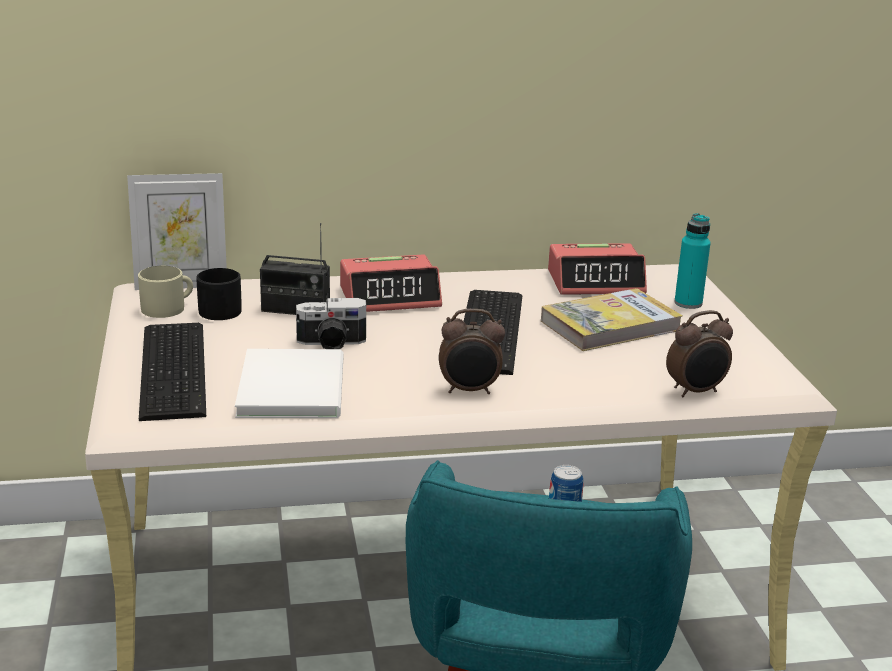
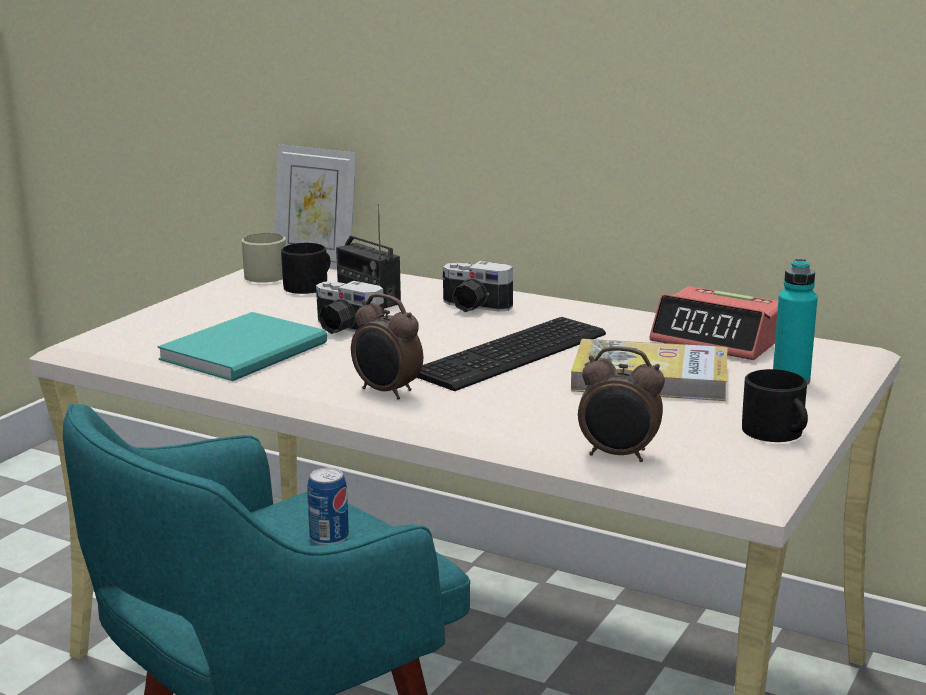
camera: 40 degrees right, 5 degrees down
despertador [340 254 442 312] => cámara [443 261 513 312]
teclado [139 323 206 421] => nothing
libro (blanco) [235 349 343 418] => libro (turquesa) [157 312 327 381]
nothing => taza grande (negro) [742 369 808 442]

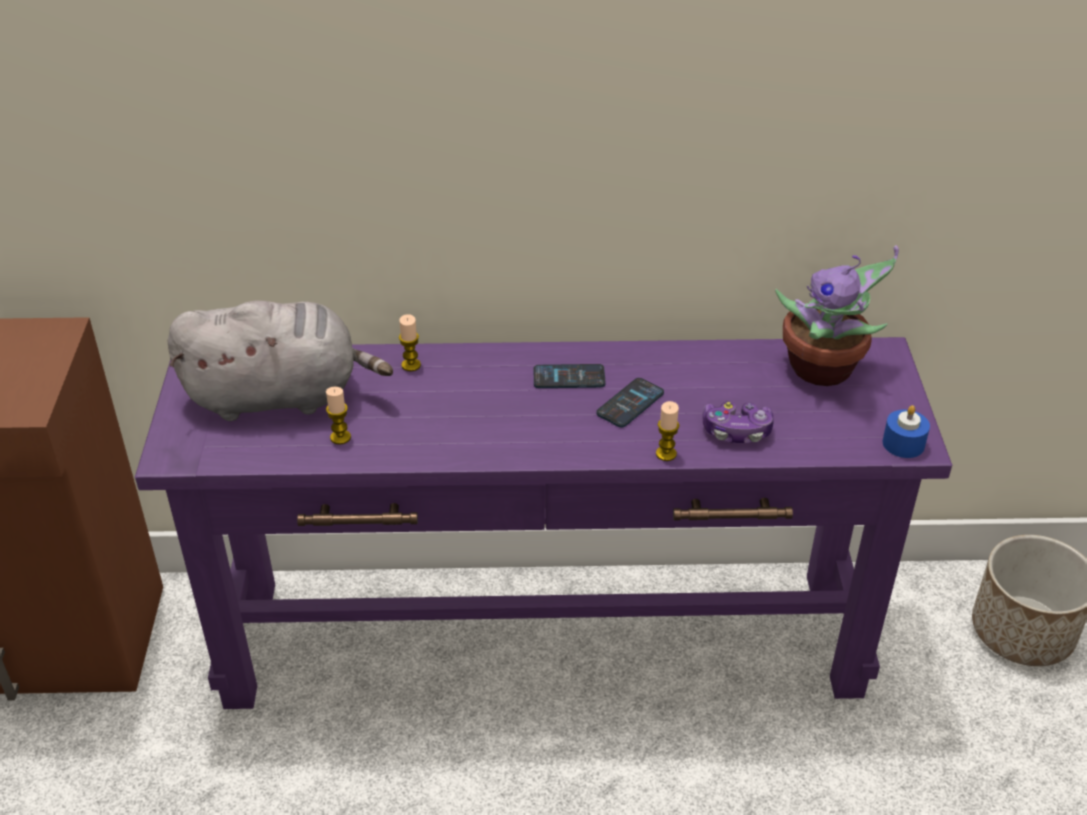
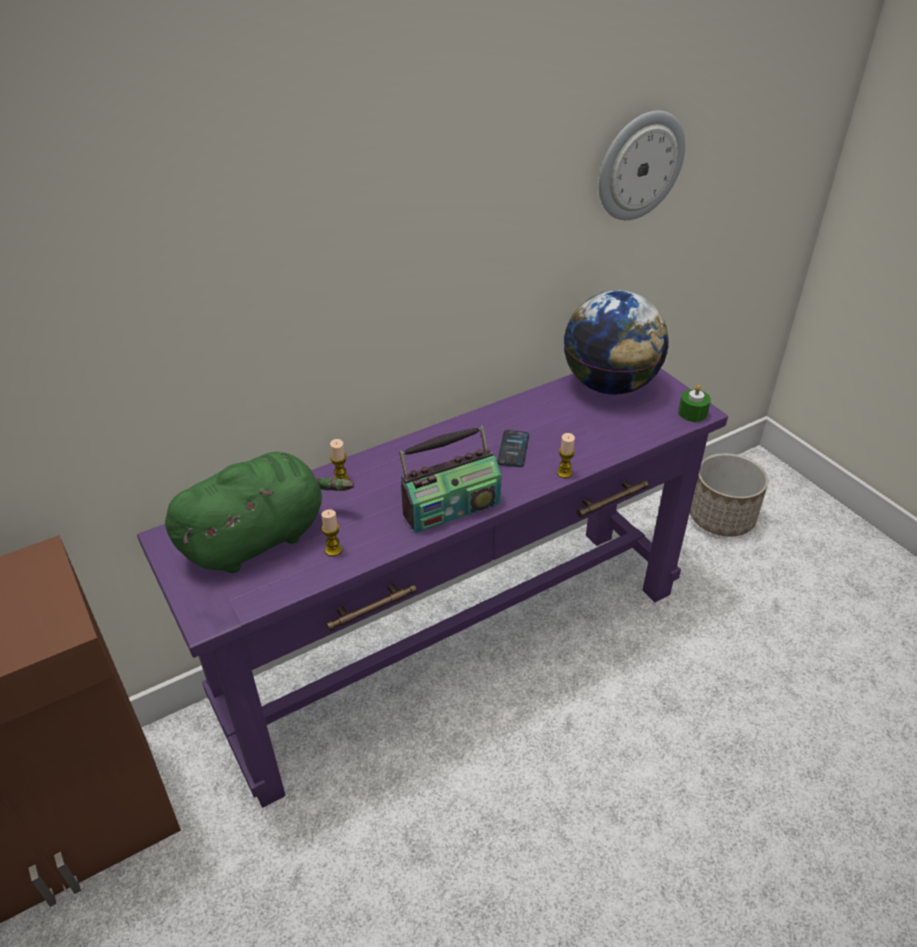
camera: 30 degrees left, 0 degrees up
planta en maceta [775 246 899 386] => globo terráqueo [564 290 669 395]
peluche (gris) [168 300 393 421] => peluche (verde) [165 452 354 573]
móvil [534 364 605 388] => nothing
mando de consola [703 401 774 443] => nothing
vela (azul) [882 405 930 458] => vela (verde) [678 385 711 422]
nothing => reloj de pared [599 111 685 220]
nothing => radio [399 426 502 533]

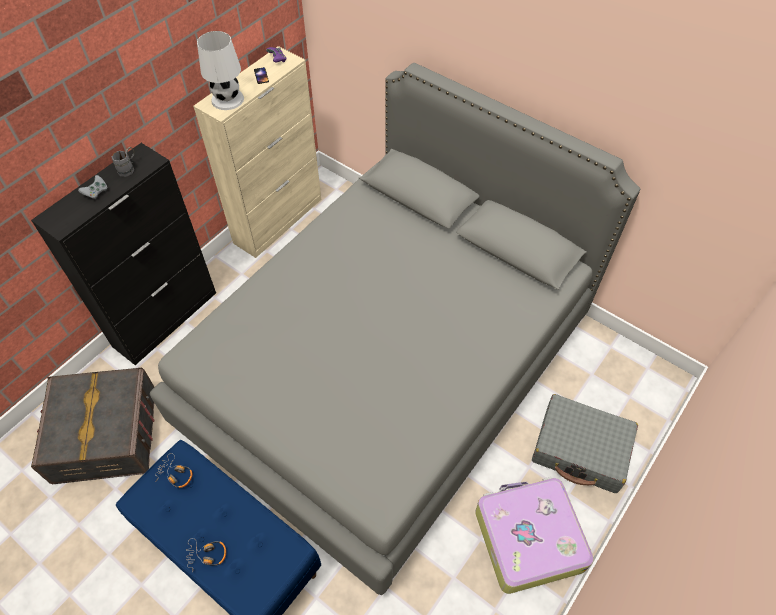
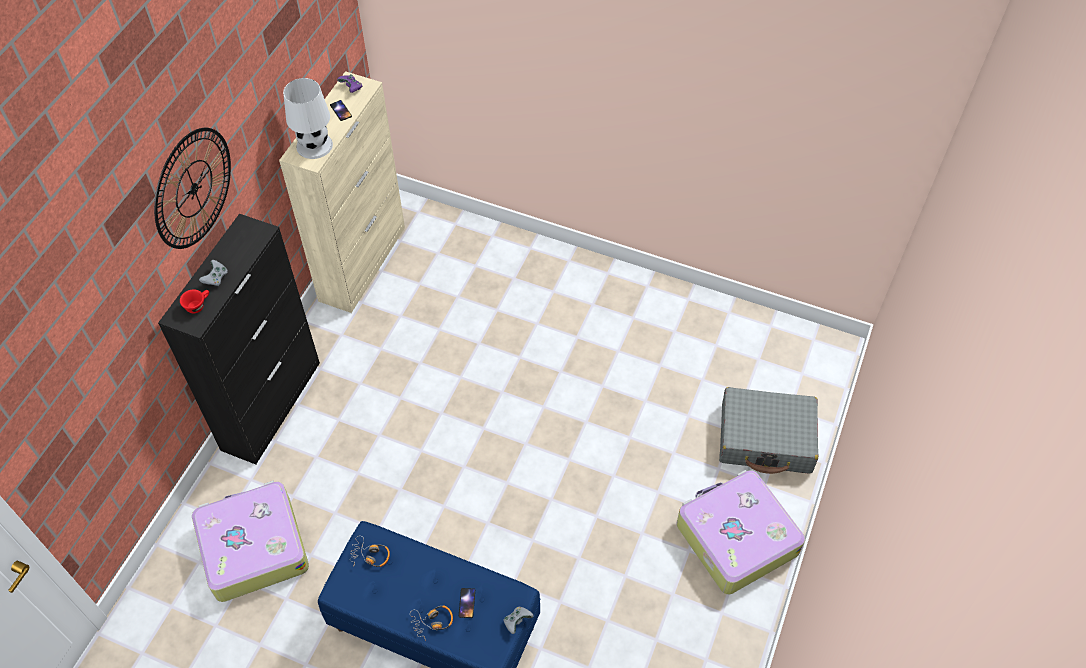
camera: 15 degrees left, 0 degrees up
cama (gris) [150 63 640 595] => nothing
taza grande (gris) [112 147 135 177] => nothing
caja de almacenaje (gris) [30 368 155 485] => maleta [192 481 309 602]
nothing => reloj de pared [154 128 231 249]
nothing => taza (rojo) [180 289 209 313]
nothing => móvil [459 588 475 618]
nothing => mando de consola (gris) [503 607 533 634]

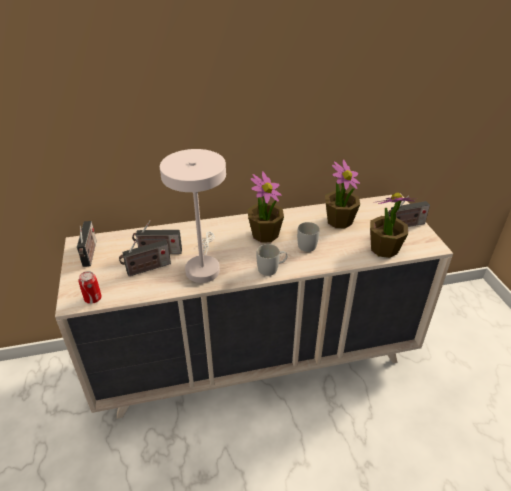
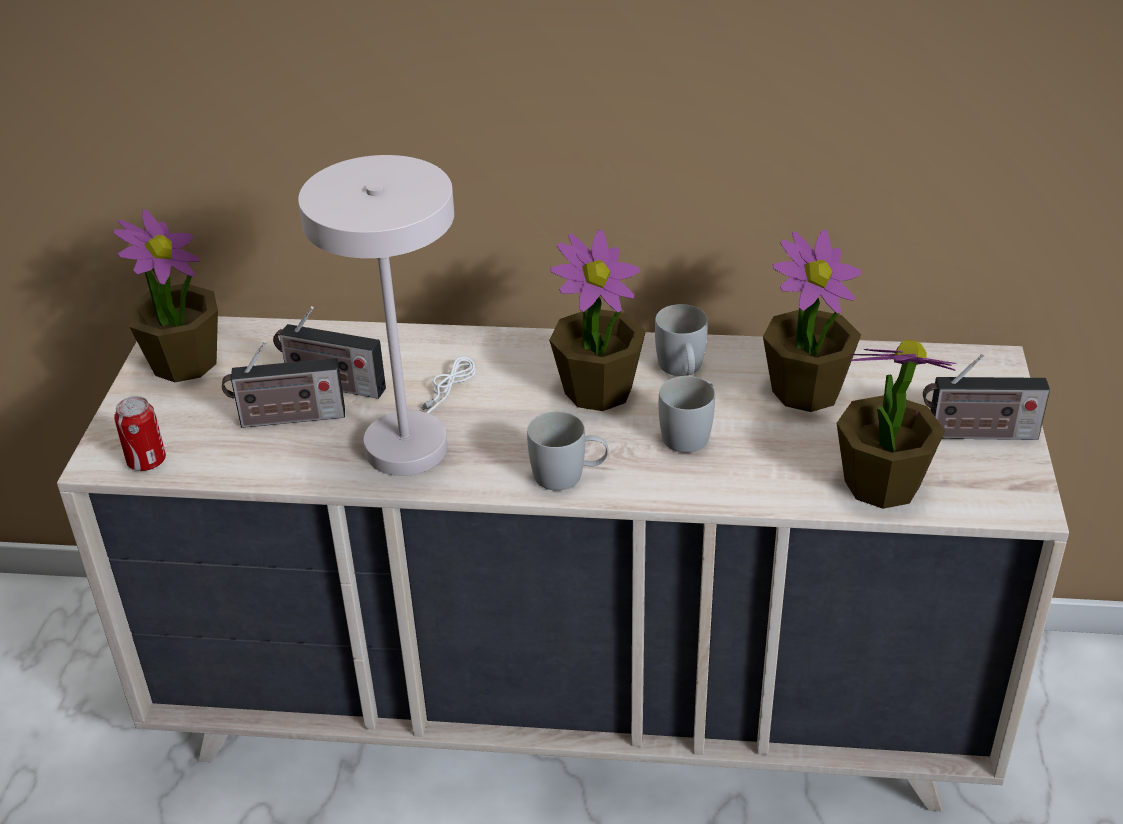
camera: 20 degrees right, 0 degrees up
radio [77 221 97 267] => planta en maceta [113 209 218 382]
nothing => taza grande (blanco) [655 304 708 376]

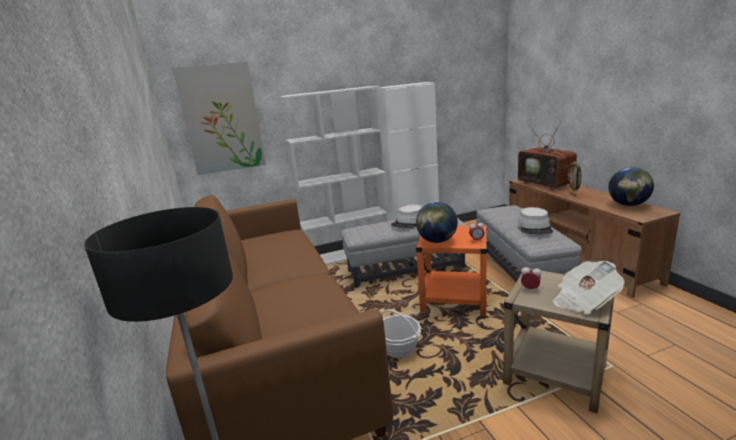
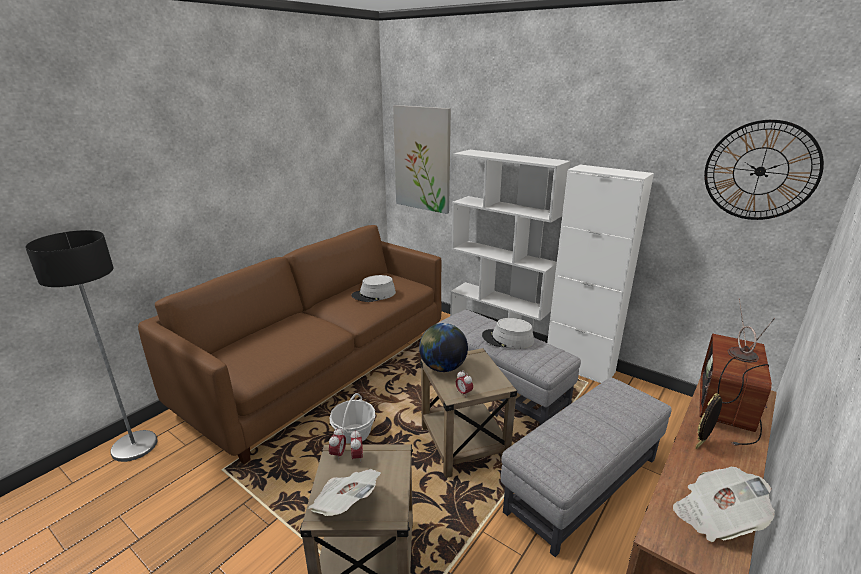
camera: 55 degrees right, 5 degrees up
globo terráqueo [608 167 654 206] => periódico [673 467 775 542]
sombrero (gris) [517 207 553 234] => sombrero (gris) [352 275 396 302], shifted
mesa auxiliar (naranja) [416 226 488 316] => mesa auxiliar (beis) [420 348 517 478]
nothing => reloj de pared [704 120 824 220]
nothing => despertador [329 428 346 459]

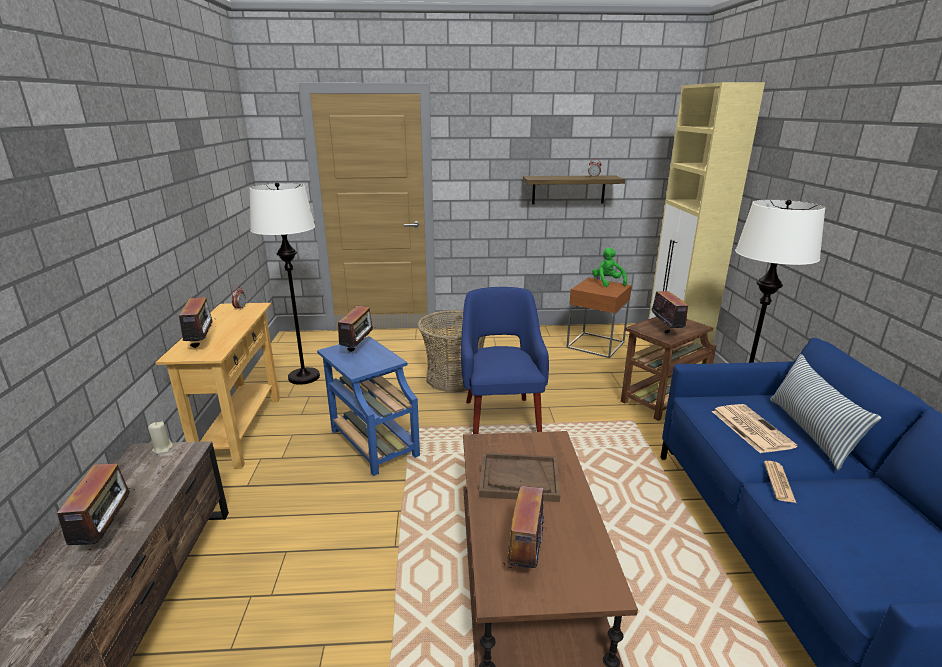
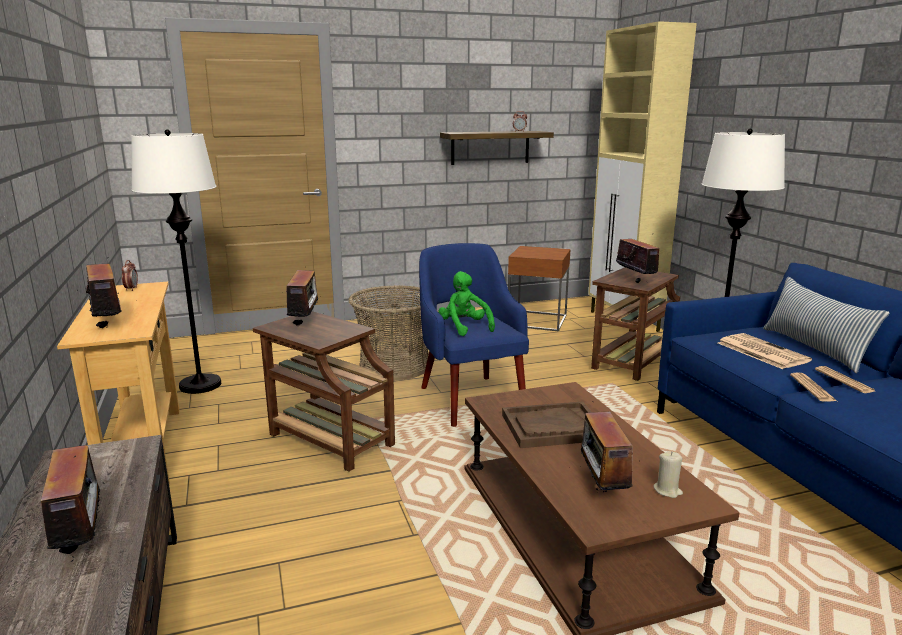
camera: 15 degrees left, 5 degrees down
peluche (verde) [592 247 627 287] => peluche (verde) [438 271 495 336], shifted
mesa auxiliar (azul) [317 336 420 476] => mesa auxiliar (marrón) [253 311 395 472]
vela (beis) [148 421 173 454] => vela (beis) [653 451 683 498], shifted
nothing => periódico [815 366 875 393]

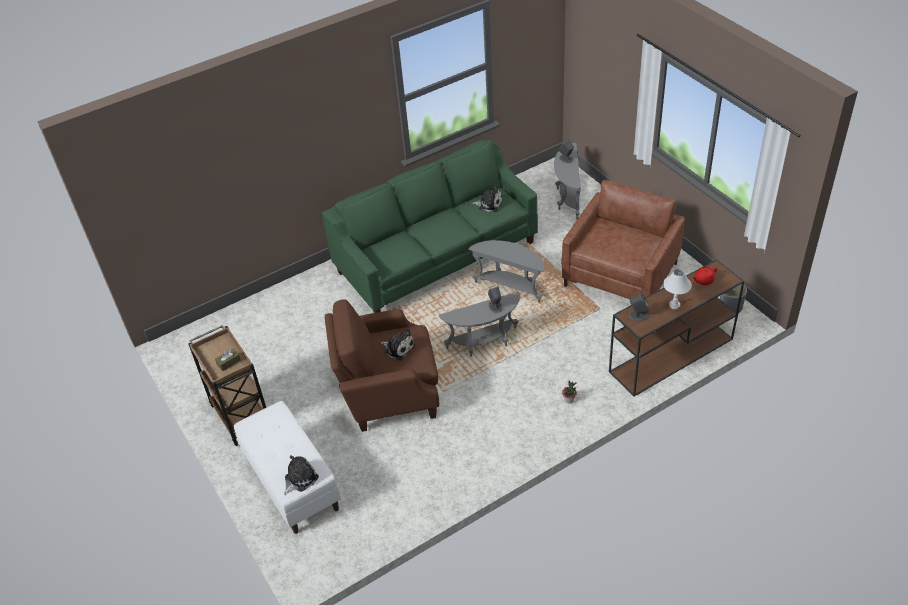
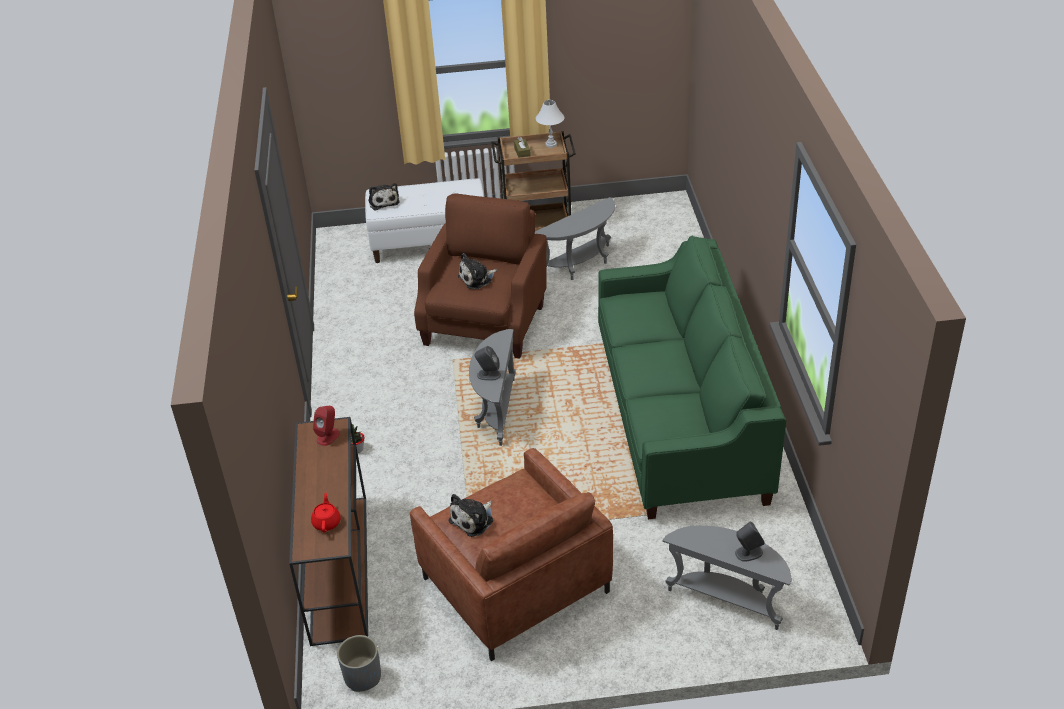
camera: 115 degrees right, 5 degrees down
peluche [471 185 503 212] => peluche [449 494 493 537], shifted
mesa auxiliar (gris) [468 240 545 303] => mesa auxiliar (gris) [535 197 615 280], shifted
lámpara de mesa (blanco) [663 269 692 309] => lámpara de mesa (blanco) [536 100 564 148], shifted
altavoz (gris) [629 293 649 321] => altavoz (rojo) [313 406 340 446]

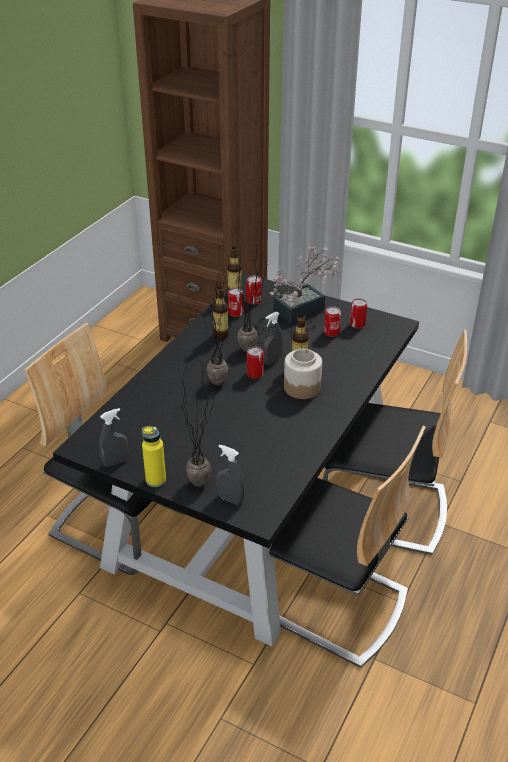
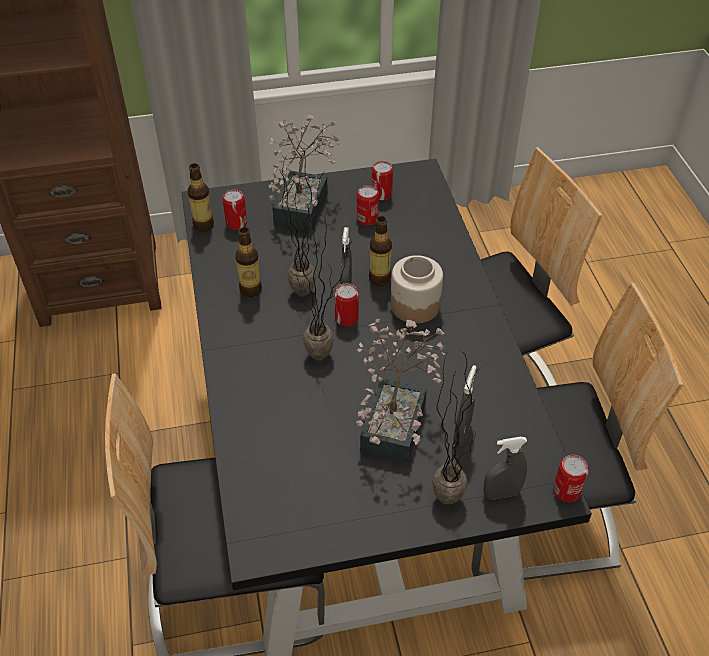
camera: 40 degrees left, 10 degrees up
lata [228 287 244 317] => lata [553 455 589 502], shifted
pulverizador (gris) [99 408 128 467] => pulverizador (gris) [453 365 476 446], shifted
botella (amarillo) [142 426 166 487] => nothing
nothing => planta en maceta [356 319 446 464]

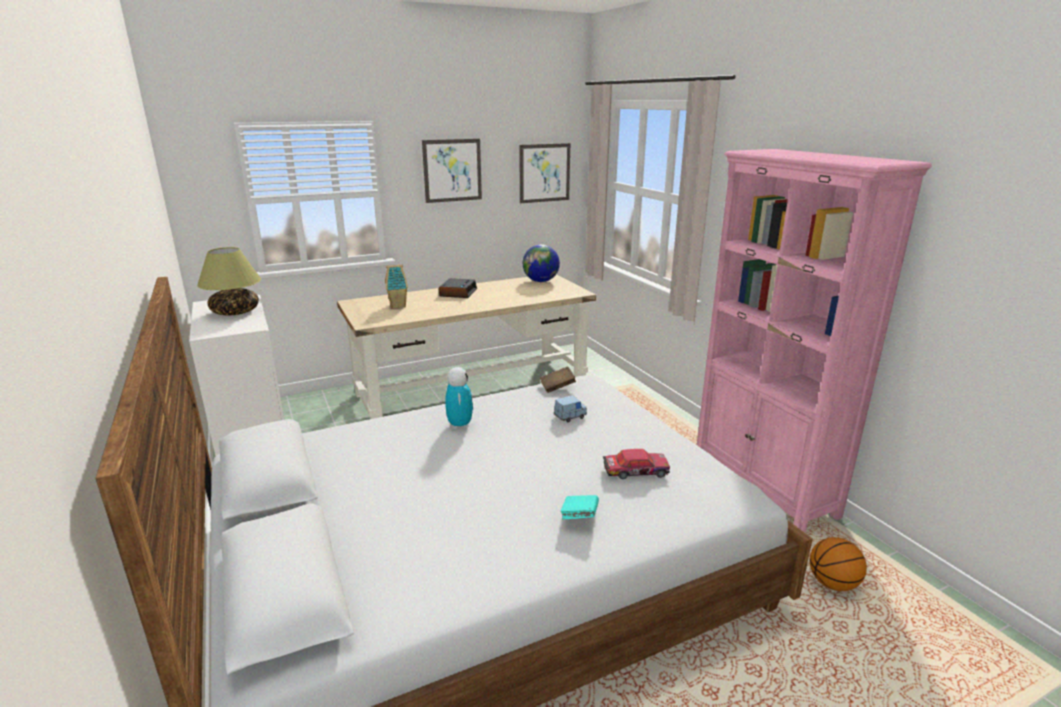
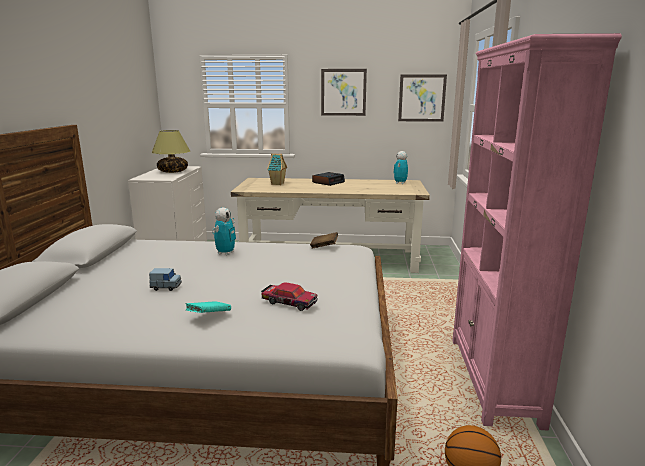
camera: 30 degrees right, 5 degrees down
globo terráqueo [523 244 560 282] => robot de juguete [393 151 408 184]
coche de juguete (azul) [554 395 587 422] => coche de juguete (azul) [149 268 182 291], shifted

